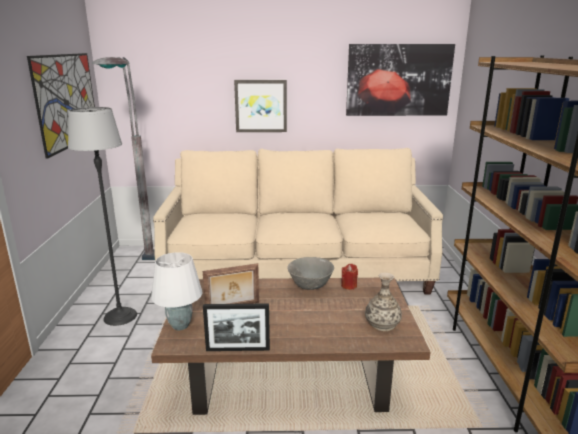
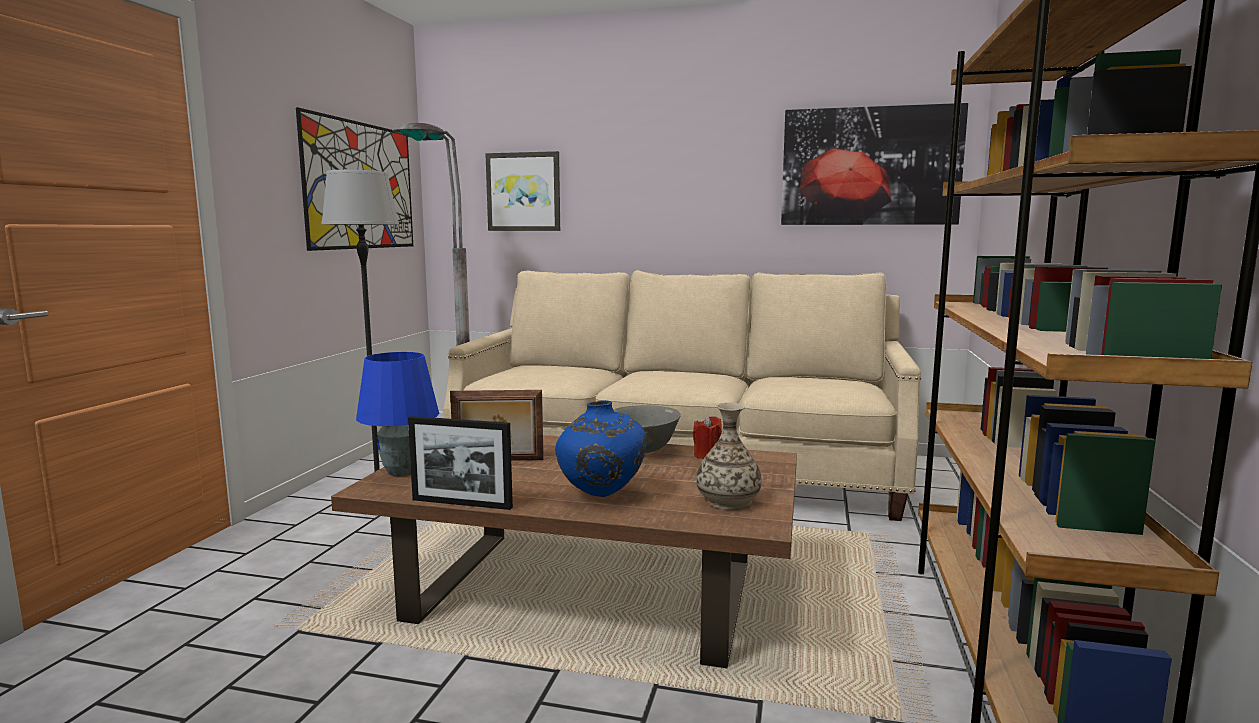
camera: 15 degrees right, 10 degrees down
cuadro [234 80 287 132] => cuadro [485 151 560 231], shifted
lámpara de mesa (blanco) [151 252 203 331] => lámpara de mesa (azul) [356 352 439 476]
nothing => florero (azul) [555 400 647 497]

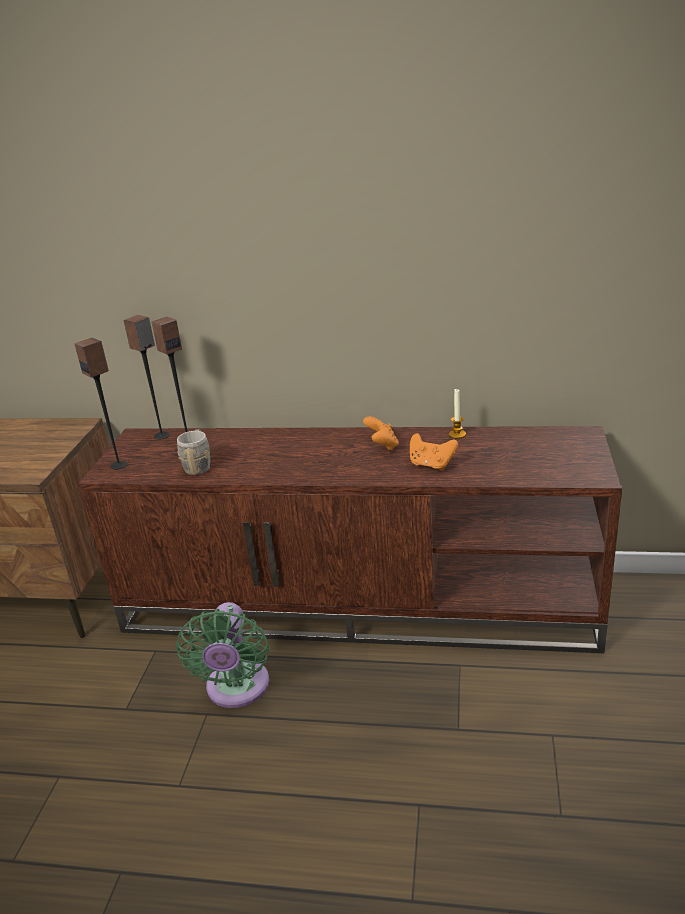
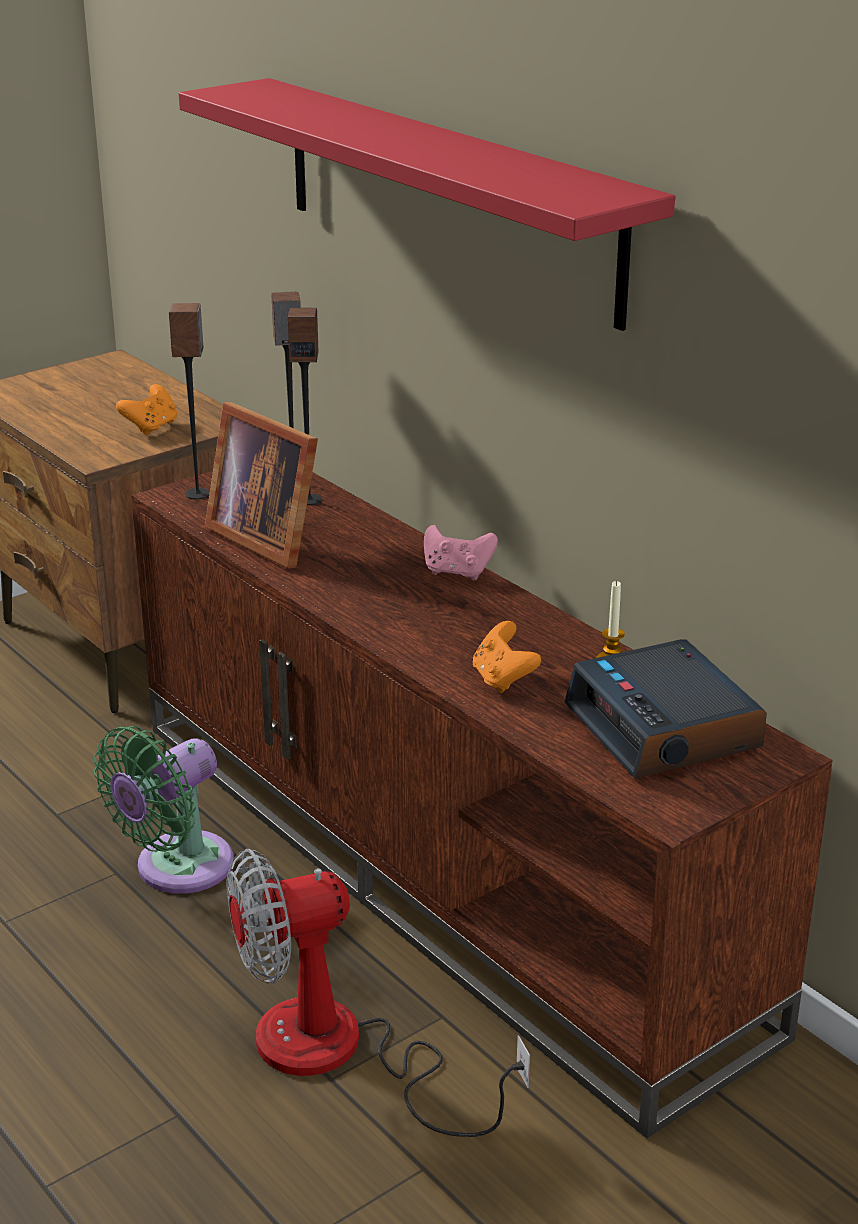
camera: 40 degrees right, 0 degrees up
mando de consola (naranja) [363 416 399 451] => mando de consola (naranja) [116 384 177 436], shifted
taza grande (gris) [177 429 210 475] => portarretratos [205 402 318 569]
nothing => estante (rojo) [179 78 675 331]
nothing => mando de consola (rosa) [424 525 498 580]
nothing => despertador [565 639 767 779]
nothing => ventilador [227 849 530 1137]

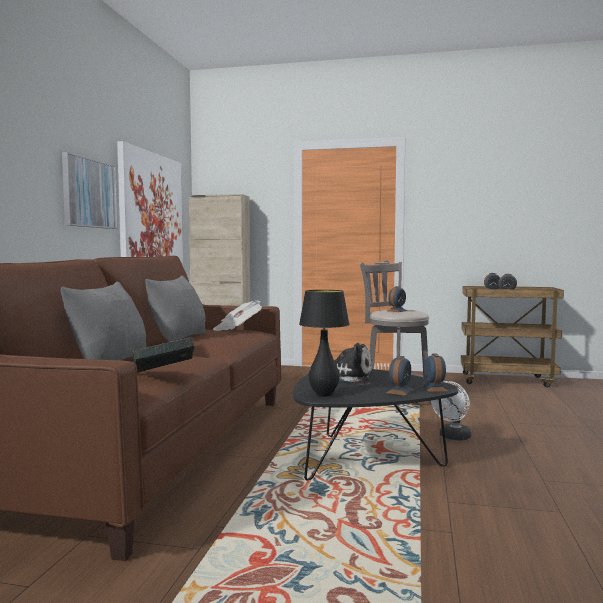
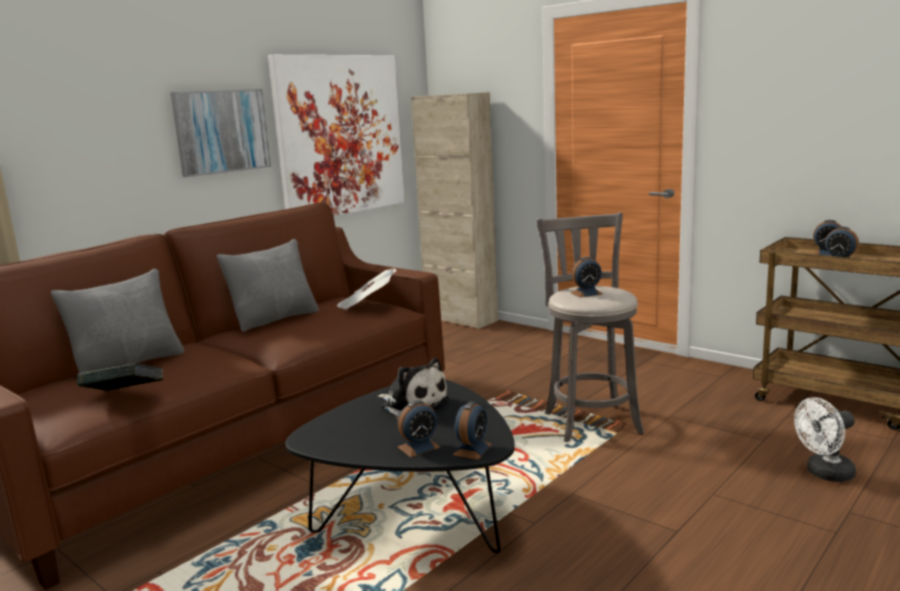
camera: 30 degrees right, 10 degrees up
lámpara de mesa (negro) [299 290 349 397] => nothing
ventilador (blanco) [431 381 471 440] => ventilador (blanco) [794 397 856 482], shifted

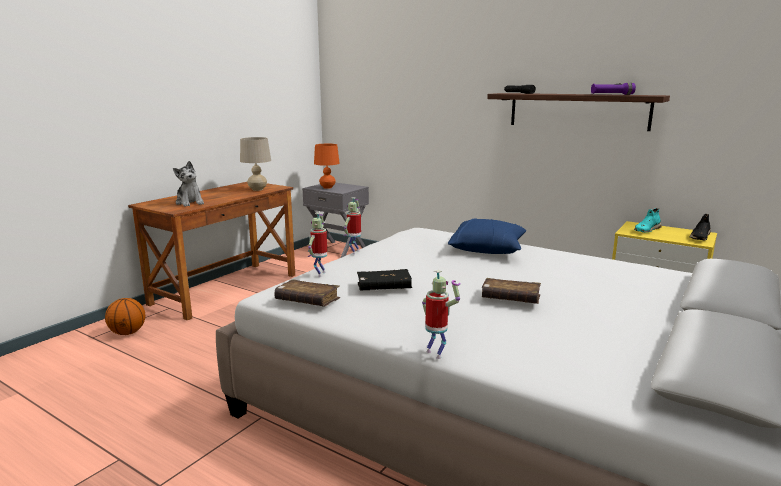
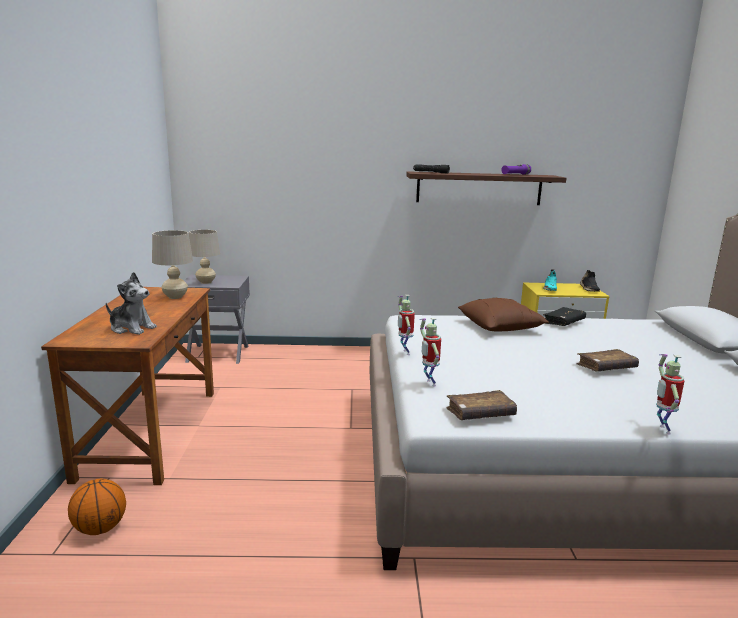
camera: 35 degrees left, 0 degrees up
lámpara de mesa (naranja) [314 144 340 189] => lámpara de mesa (beis) [189 230 220 284]
cojín (azul) [448 218 526 254] => cojín (marrón) [458 298 549 332]
libro (negro) [357 269 412 290] => libro (negro) [543 307 586 326], shifted
robot de juguete [422 270 461 359] => robot de juguete [656 354 684 435], 105 degrees counterclockwise

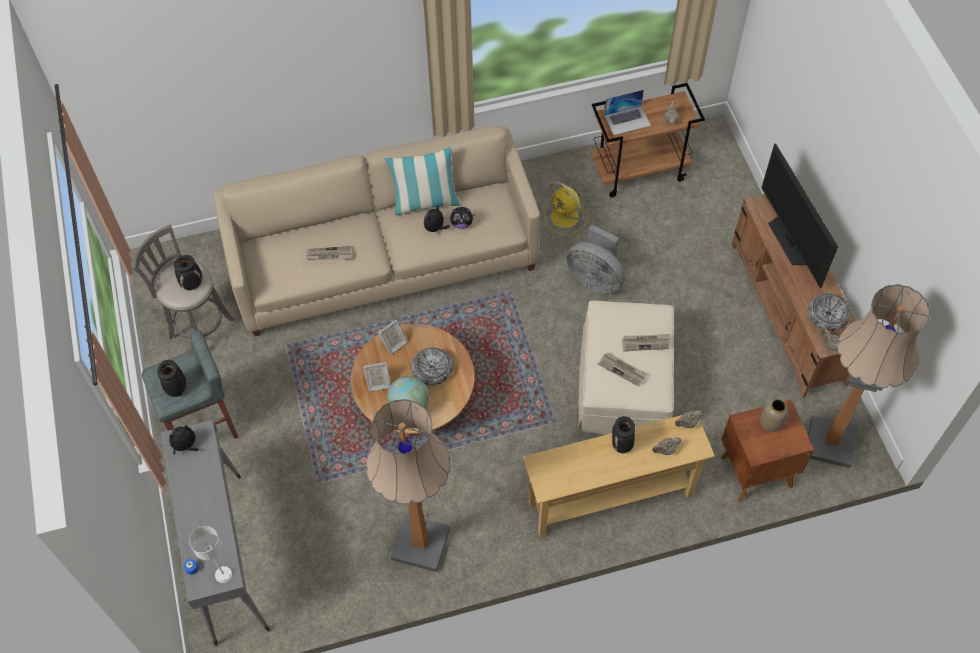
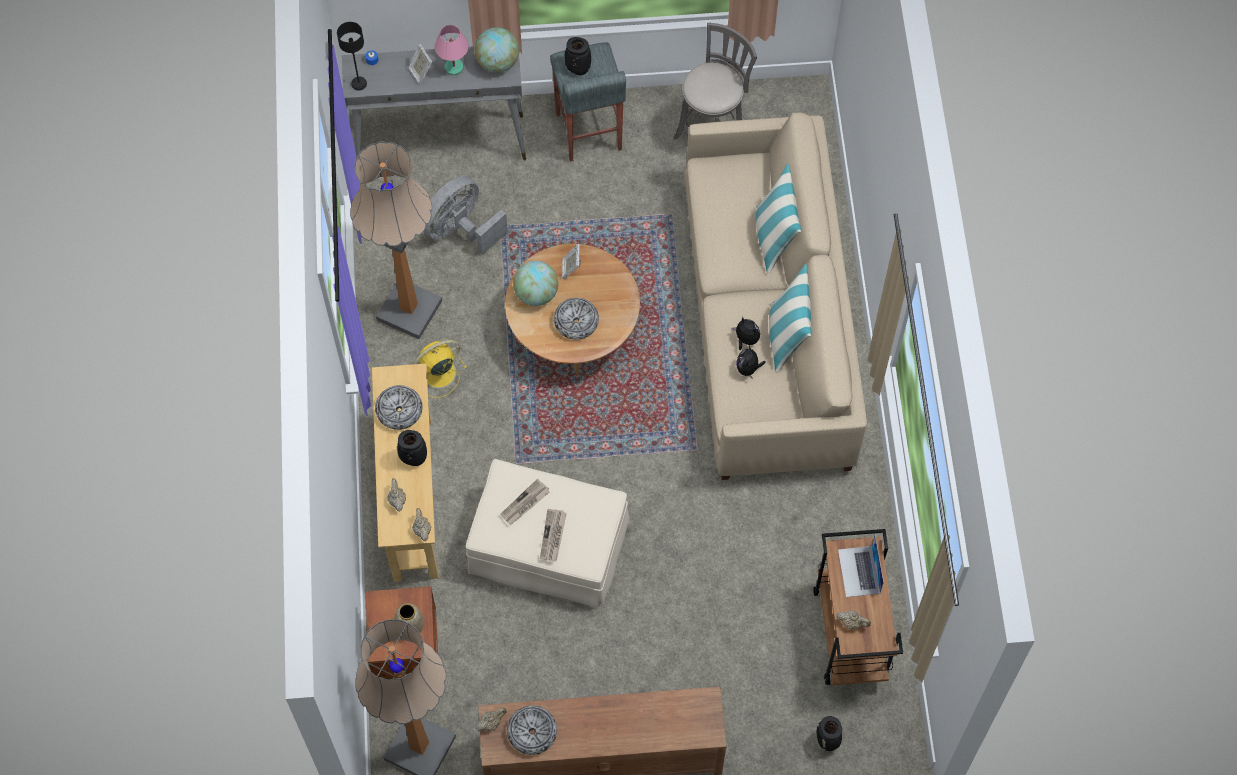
camera: 100 degrees right, 5 degrees up
televisor [761 143 838 288] => nothing
ventilador (amarillo) [544 182 588 235] => ventilador (amarillo) [413 340 467 398], shifted
ventilador (gris) [566 225 625 294] => ventilador (gris) [424 176 508 255], shifted
periódico [306 246 353 260] => nothing
florero (negro) [174 255 202 290] => florero (negro) [817 716 842 751], shifted
portarretratos [378 320 407 354] => portarretratos [408 44 432 84], shifted
peluche [169 425 198 455] => globo terráqueo [475 27 519 73]
lámpara de mesa (blanco) [189 526 232 583] => lámpara de mesa (negro) [337 22 367 90]
nothing => lámpara de mesa (rosa) [435 25 469 75]
nothing => cojín [756 164 801 274]
nothing => cuenco [375 385 423 430]

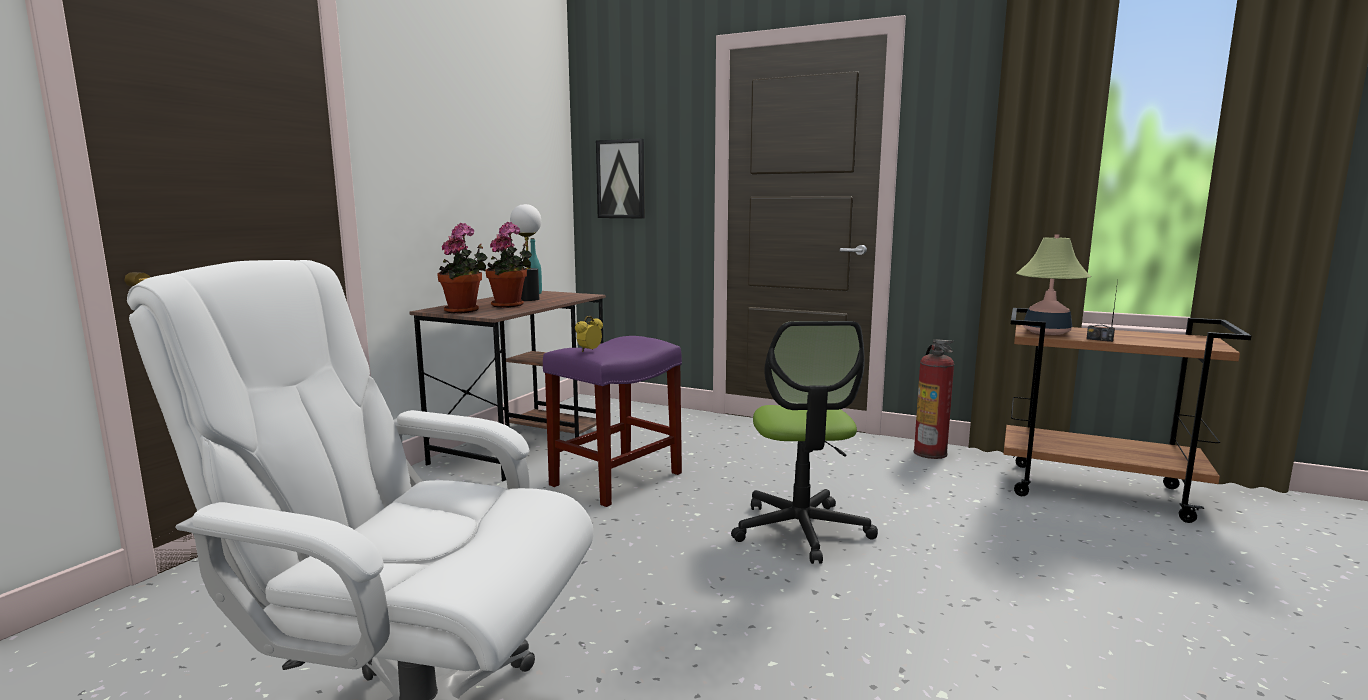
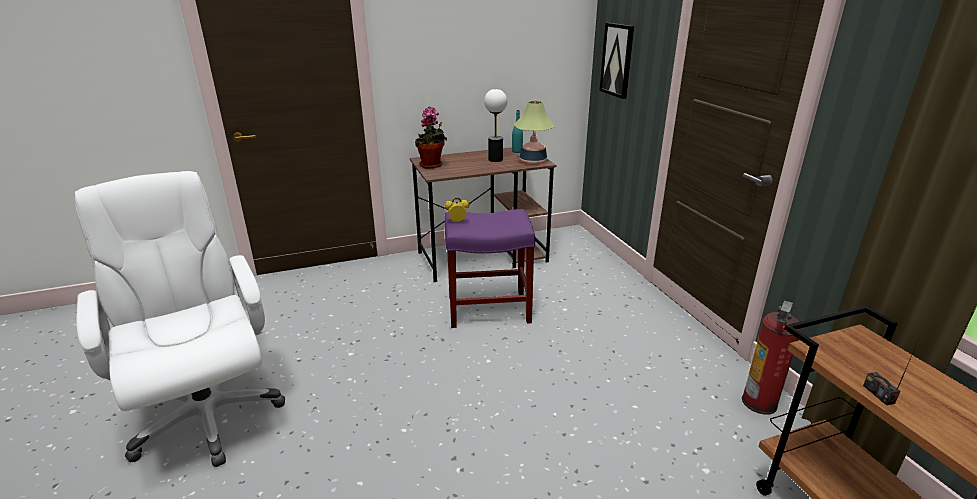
camera: 45 degrees right, 15 degrees up
planta en maceta [485 222 532 308] => nothing
lámpara de mesa [1016 234 1091 335] => lámpara de mesa [514 100 555 164], shifted
silla de oficina [731 321 878 564] => nothing

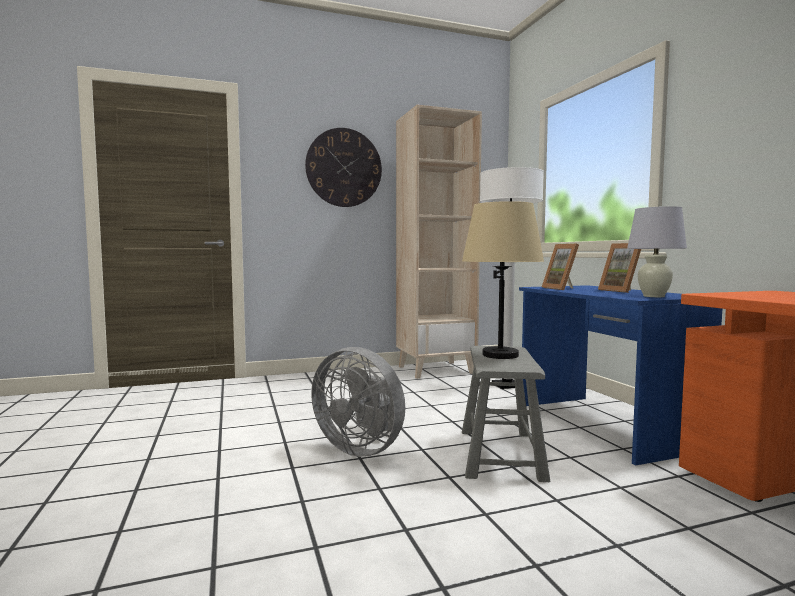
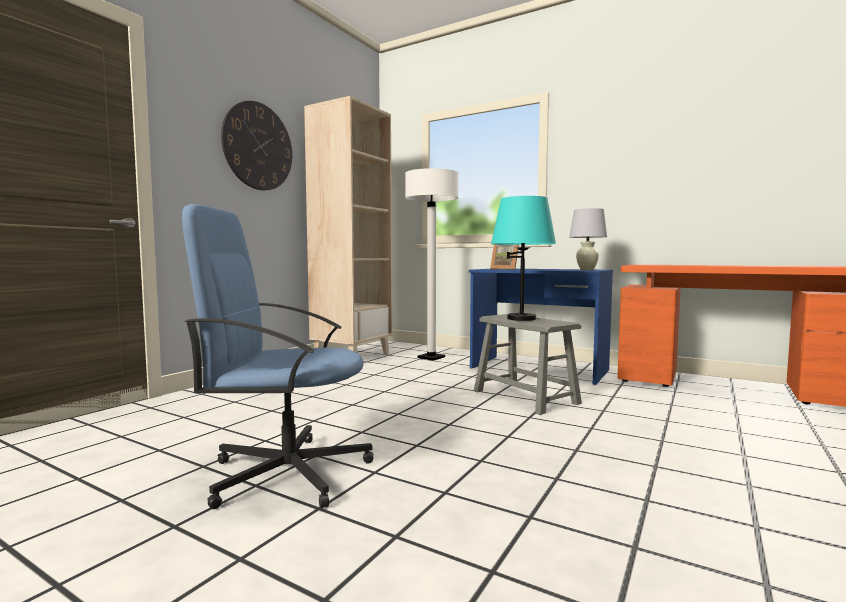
camera: 40 degrees left, 0 degrees up
lámpara de mesa (beis) [462 201 544 359] => lámpara de mesa (turquesa) [491 196 556 321]
portarretratos [598 243 641 293] => nothing
ventilador (gris) [311 347 405 457] => nothing
nothing => silla de oficina (azul) [182 204 373 509]

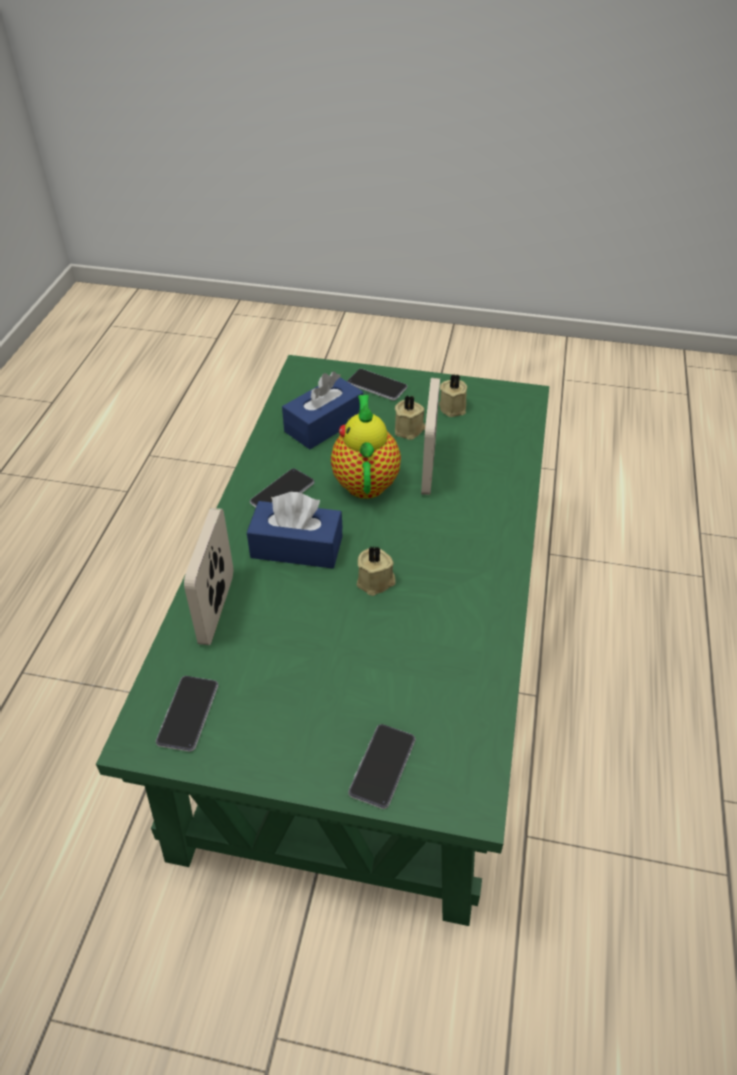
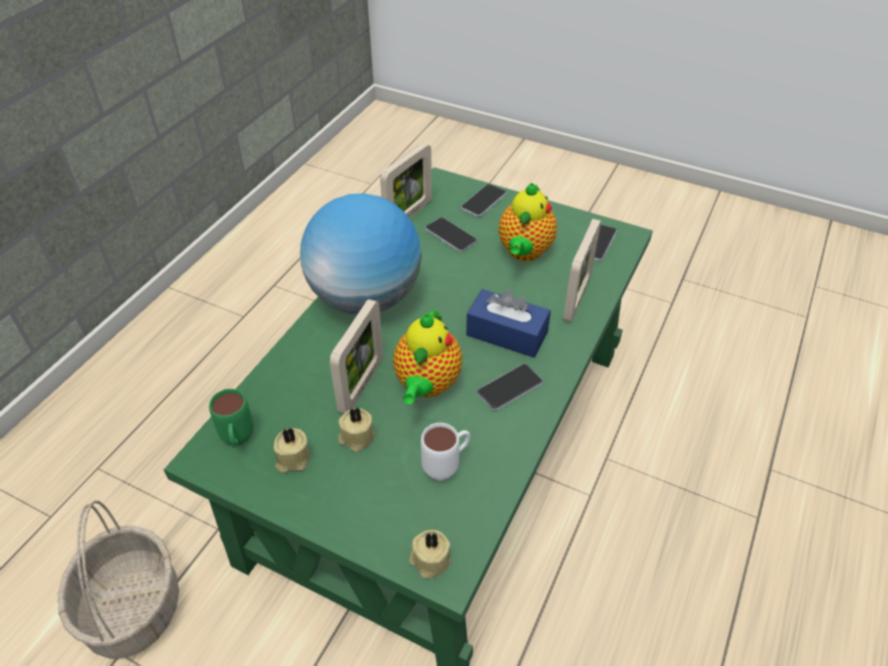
camera: 165 degrees left, 0 degrees up
móvil [347 369 407 401] => móvil [425 217 477 252], shifted
caja de pañuelos (azul) [282 371 363 449] => taza grande (blanco) [421 423 470 481]
vela (beis) [357 546 396 596] => vela (beis) [409 530 452 579], shifted
nothing => portarretratos [380 143 432 218]
nothing => tetera [498 183 557 261]
nothing => globo terráqueo [300 193 422 315]
nothing => taza grande (verde) [209 389 254 447]
nothing => cesta [58 500 179 659]

